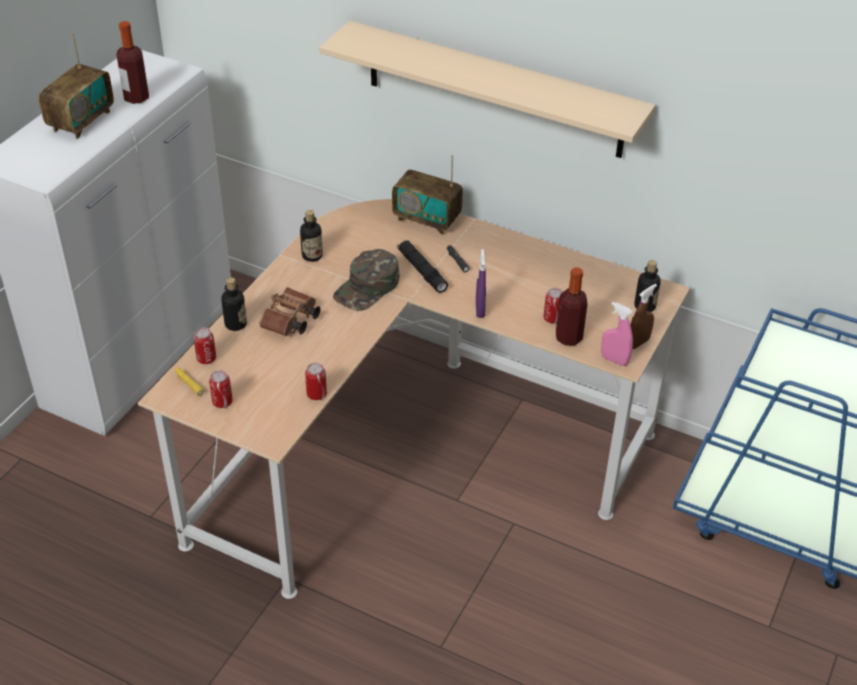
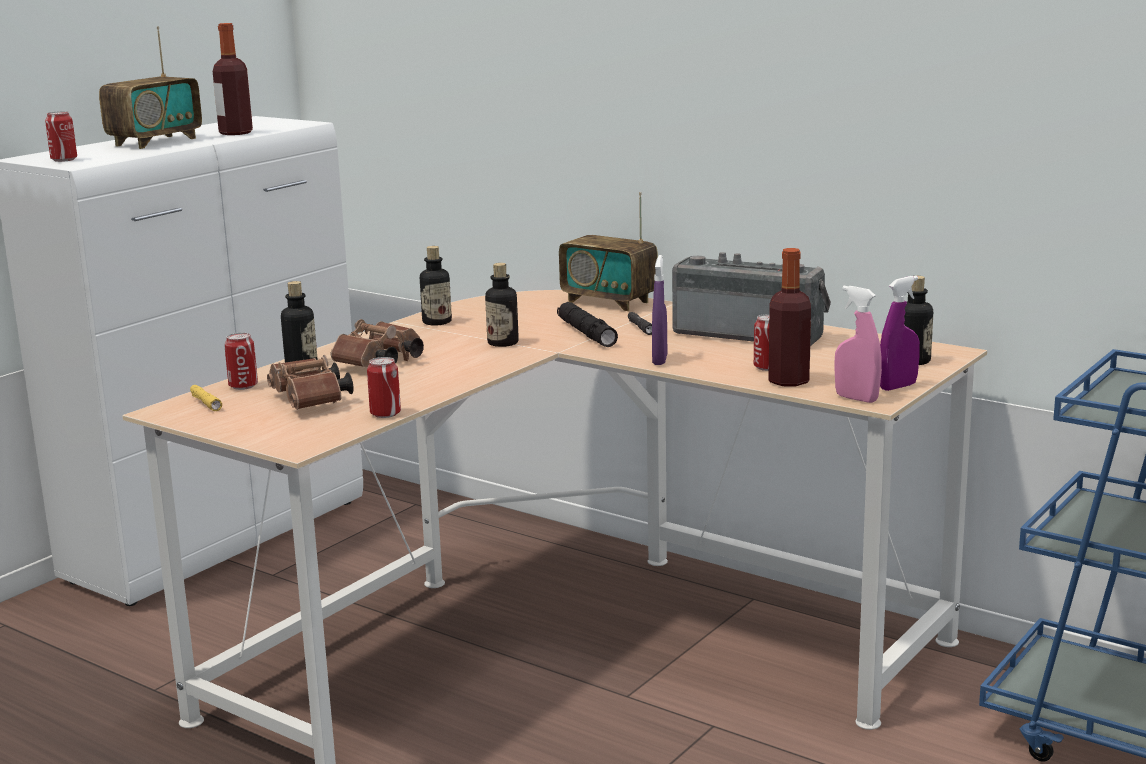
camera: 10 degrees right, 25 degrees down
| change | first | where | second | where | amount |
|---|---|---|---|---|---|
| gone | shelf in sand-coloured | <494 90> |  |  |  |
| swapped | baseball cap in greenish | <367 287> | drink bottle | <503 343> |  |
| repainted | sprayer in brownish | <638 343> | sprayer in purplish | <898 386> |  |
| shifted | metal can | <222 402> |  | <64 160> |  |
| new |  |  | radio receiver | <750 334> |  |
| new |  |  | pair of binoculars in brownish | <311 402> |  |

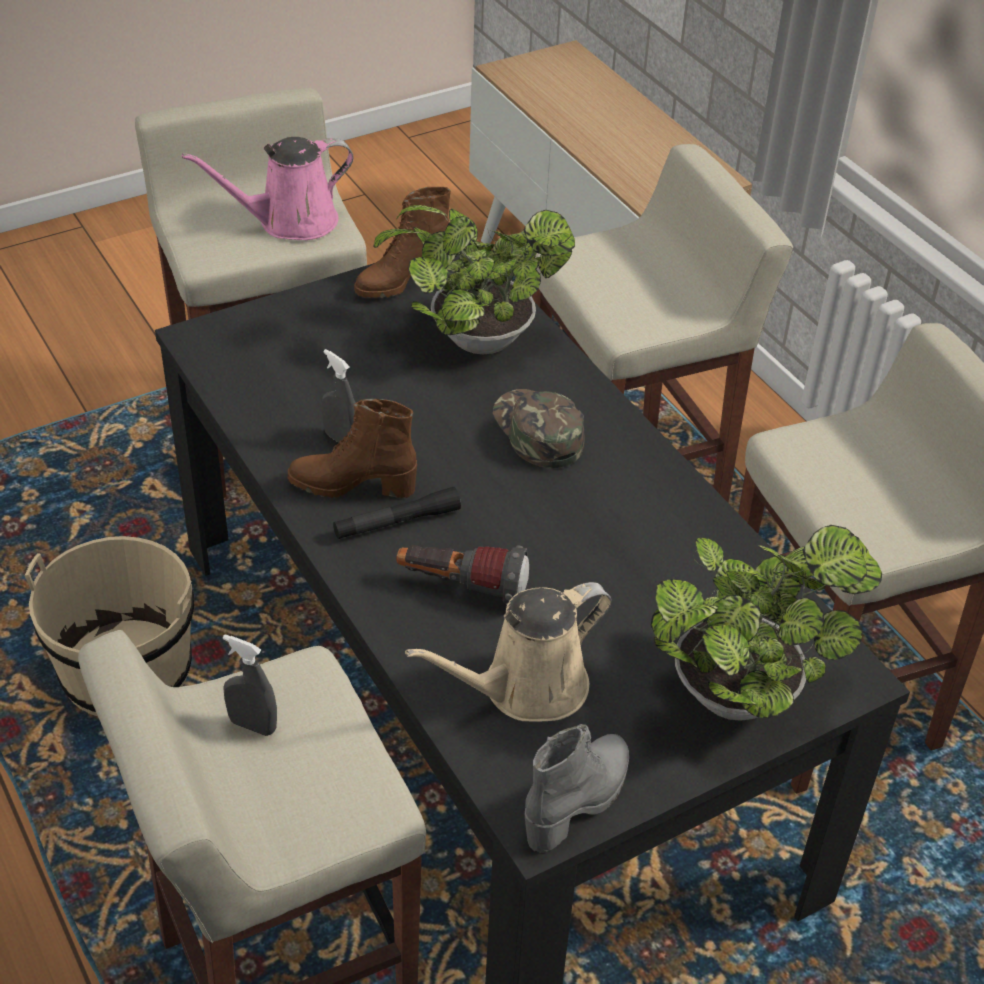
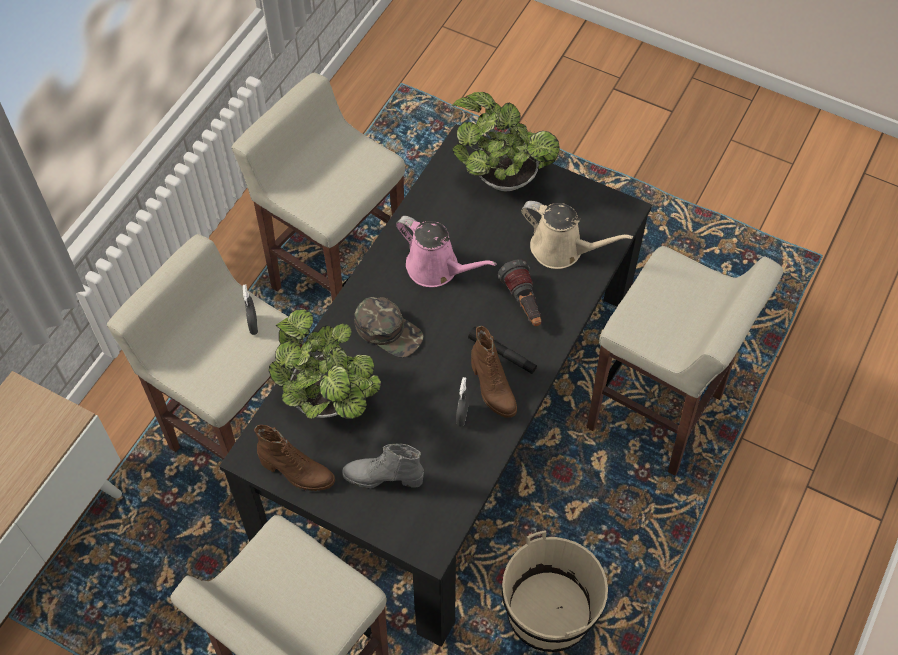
camera: 120 degrees left, 15 degrees up
| change | first | where | second | where | amount |
|---|---|---|---|---|---|
| shifted | watering can in pinkish | <290 222> |  | <437 268> |  |
| rotated | baseball cap in greenish | <537 431> |  | <388 330> | 90 degrees counterclockwise |
| shifted | sprayer in grey | <253 725> |  | <253 325> |  |
| shifted | tall boot in grey | <578 801> |  | <383 477> |  |

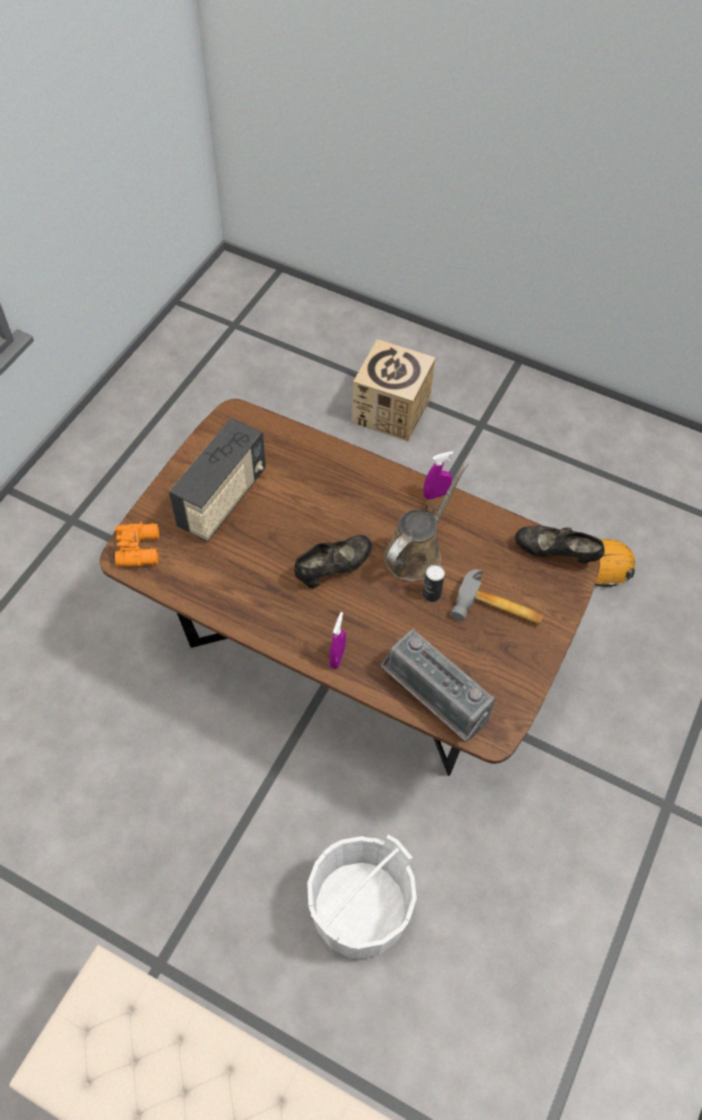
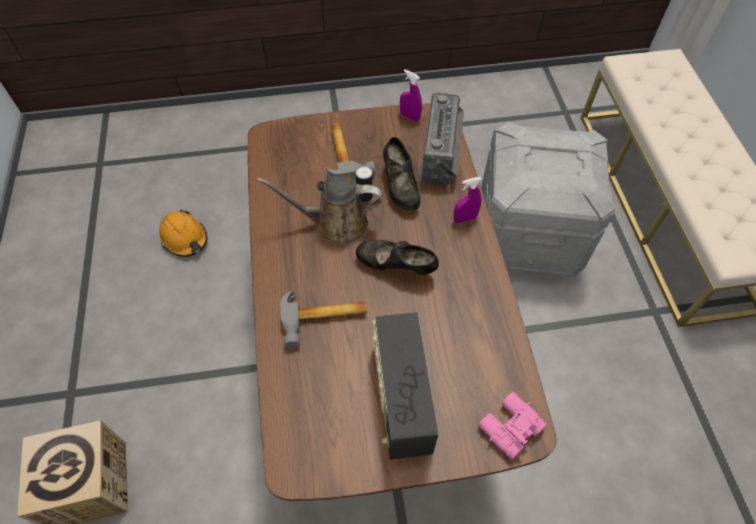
camera: 125 degrees left, 0 degrees up
| change | first | where | second | where | amount |
|---|---|---|---|---|---|
| rotated | radio receiver | <223 499> |  | <400 398> | 90 degrees counterclockwise |
| shifted | sprayer in purplish | <436 495> |  | <409 117> |  |
| repainted | pair of binoculars in orangey | <140 548> | pair of binoculars in pinkish | <508 427> |  |
| shifted | low shoe in black | <555 554> |  | <400 187> |  |
| swapped | water bucket in whitish | <359 912> | storage container in grey | <528 235> |  |
| new |  |  | tool hammer | <325 319> |  |

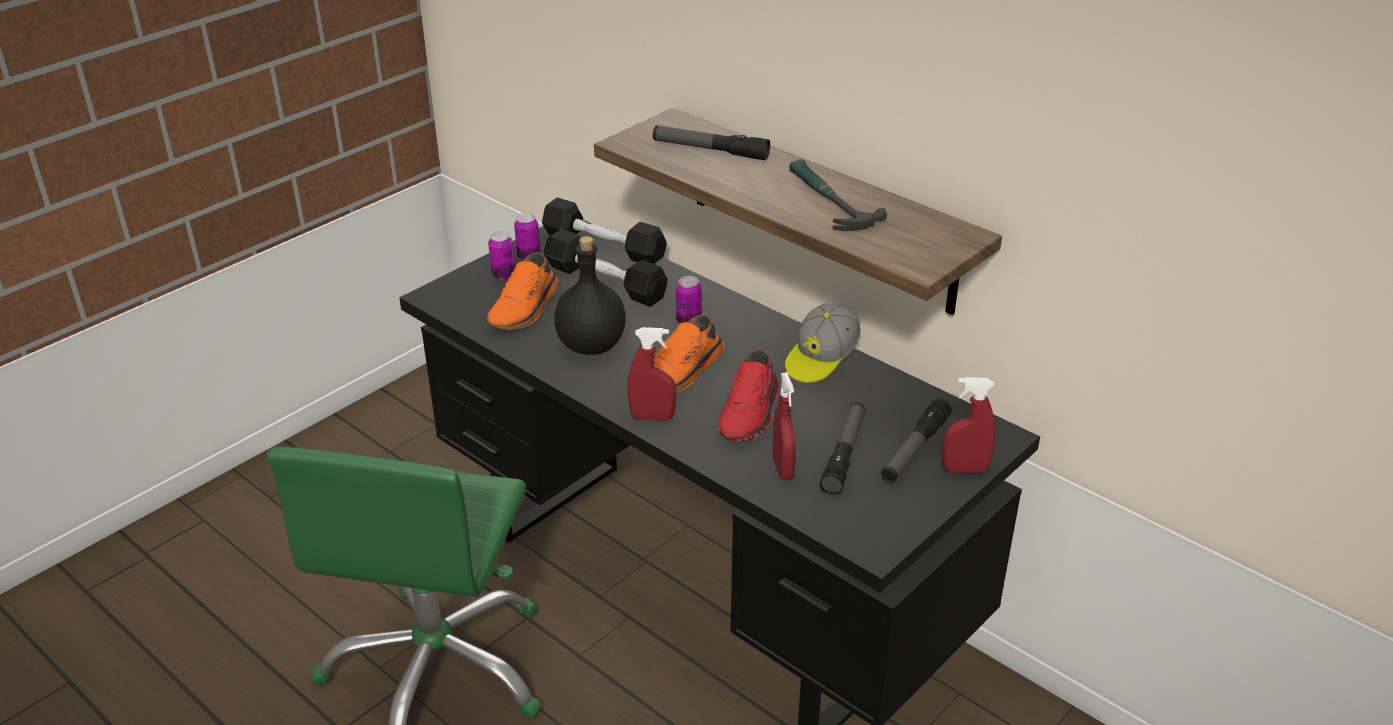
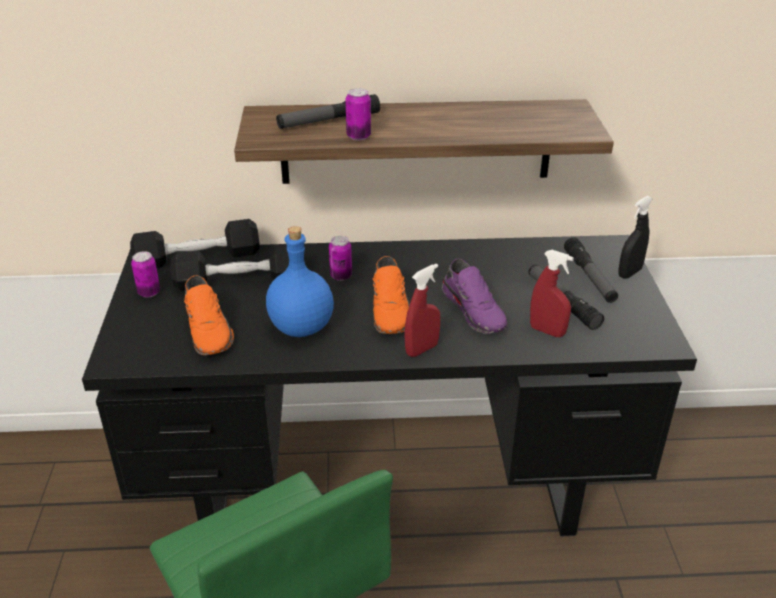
camera: 45 degrees left, 0 degrees up
| change | first | where | second | where | amount |
|---|---|---|---|---|---|
| gone | tool hammer | <827 201> |  |  |  |
| shifted | metal can | <503 275> |  | <358 136> |  |
| repainted | drink bottle in black | <592 346> | drink bottle in blue | <302 327> |  |
| gone | baseball cap | <821 358> |  |  |  |
| repainted | low shoe in red | <751 414> | low shoe in purplish | <475 310> |  |
| repainted | sprayer in red | <964 470> | sprayer in black | <629 273> |  |

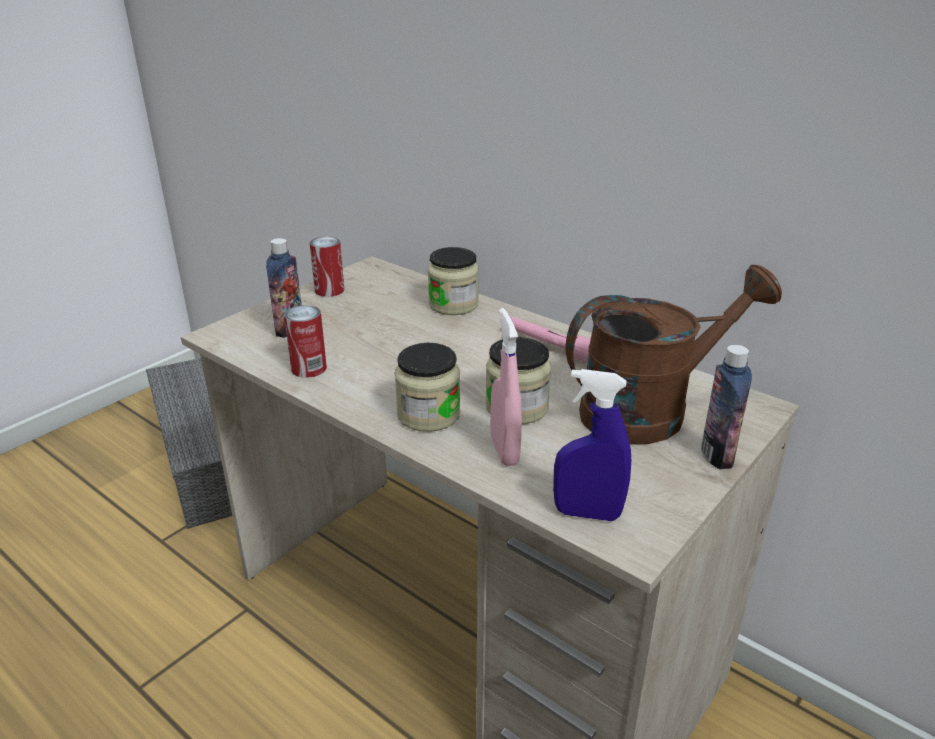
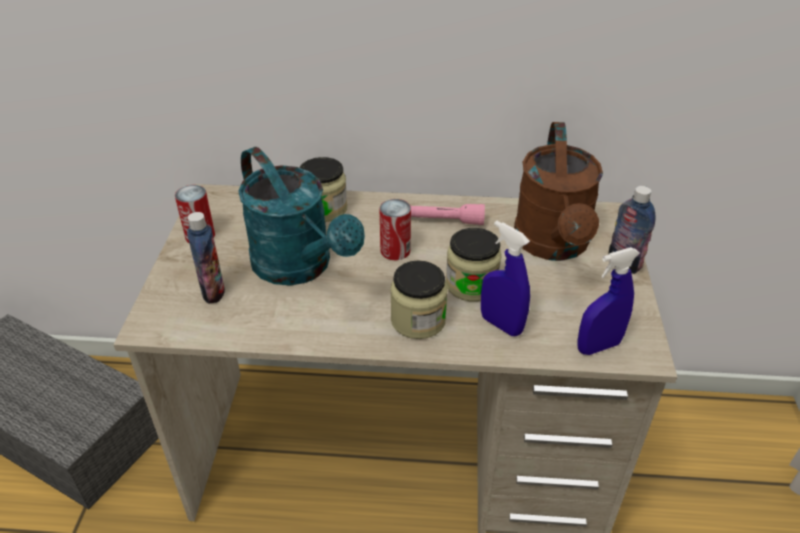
camera: 35 degrees left, 10 degrees up
| change | first | where | second | where | amount |
|---|---|---|---|---|---|
| rotated | watering can in brownish | <650 409> |  | <553 246> | 150 degrees clockwise |
| shifted | metal can | <309 368> |  | <395 250> |  |
| repainted | sprayer in pinkish | <504 451> | sprayer in blue | <501 325> |  |
| new |  |  | watering can in blue-green | <300 267> |  |

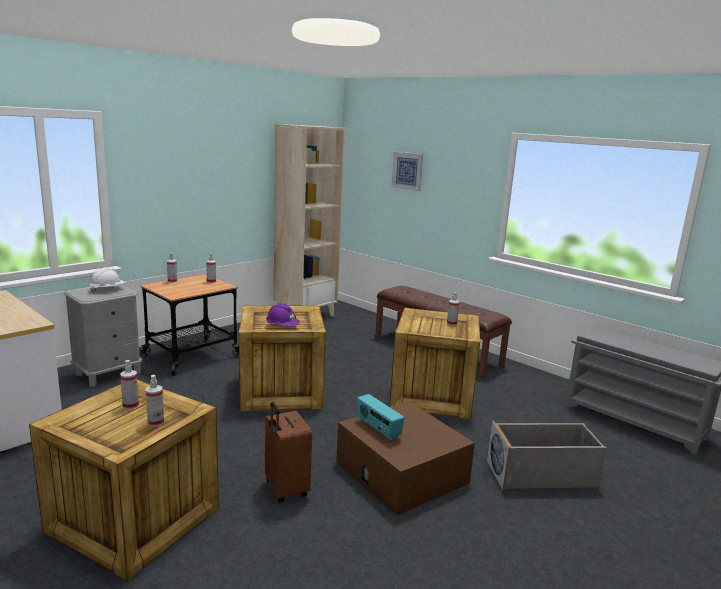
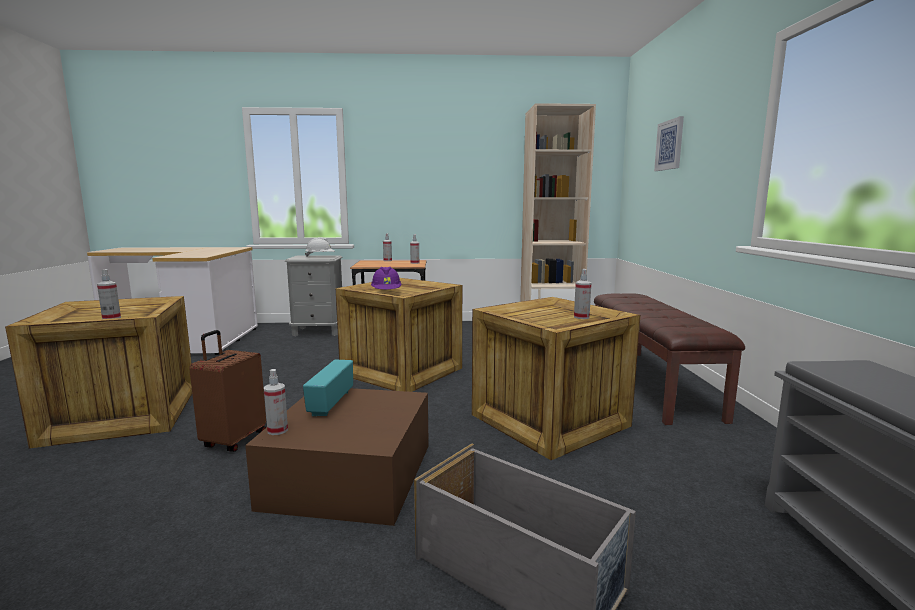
camera: 45 degrees right, 5 degrees down
| change | first | where | second | where | amount |
|---|---|---|---|---|---|
| shifted | sprayer | <130 405> |  | <277 430> |  |

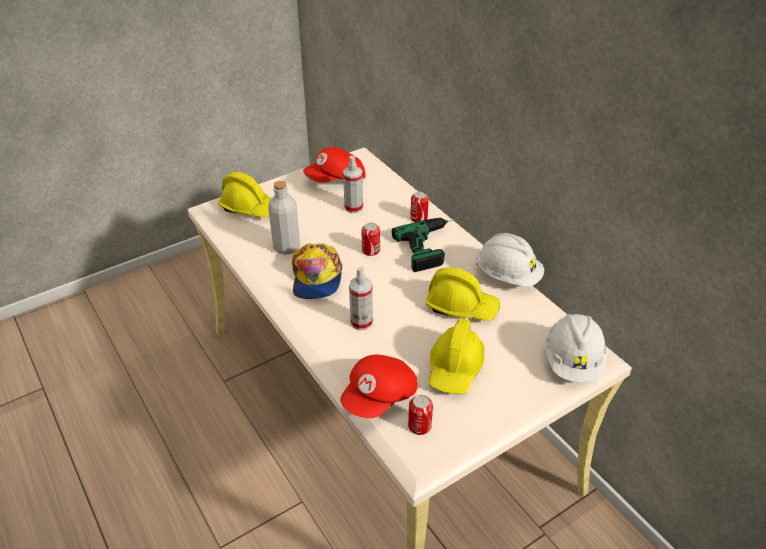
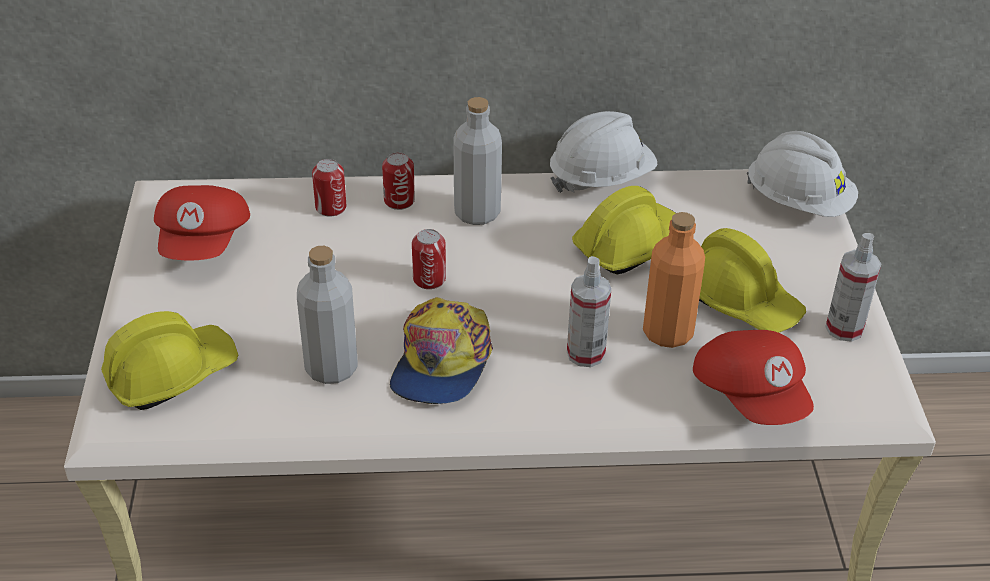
camera: 60 degrees left, 0 degrees up
| change | first | where | second | where | amount |
|---|---|---|---|---|---|
| shifted | sprayer | <353 207> |  | <844 328> |  |
| swapped | drill | <434 245> | drink bottle in grey | <477 213> |  |
| rotated | baseball cap | <316 277> |  | <441 362> | 75 degrees clockwise |
| shifted | metal can | <419 426> |  | <331 207> |  |
| new |  |  | drink bottle in orangey | <667 332> |  |

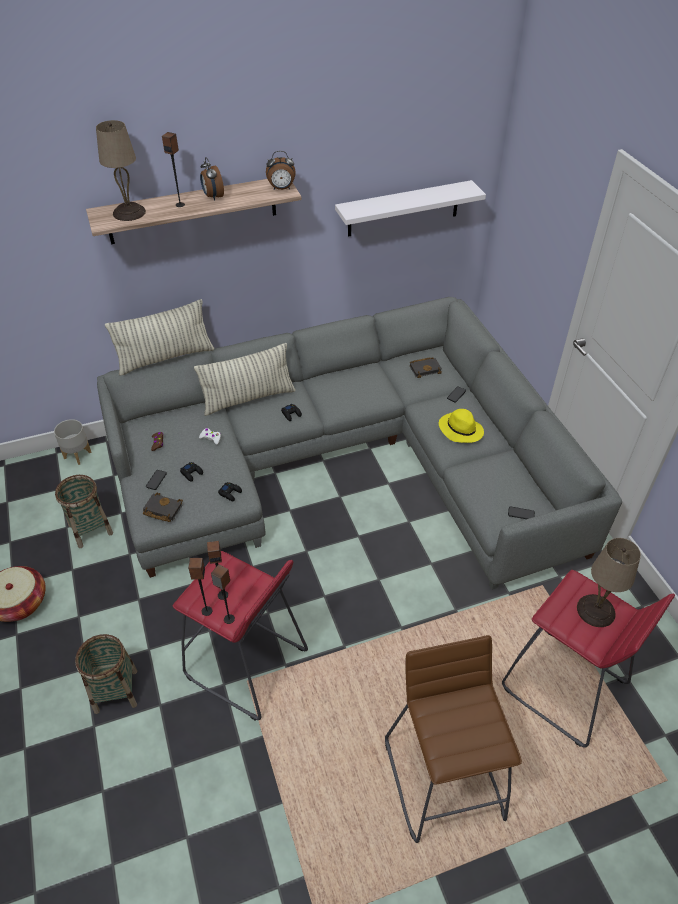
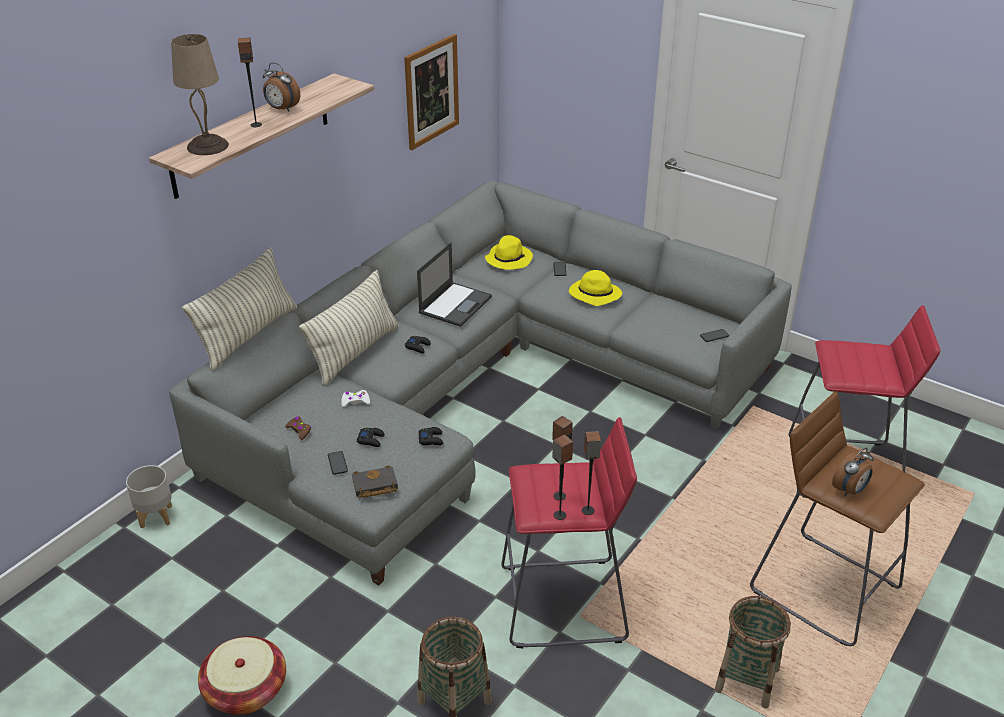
camera: 35 degrees left, 10 degrees down
| change | first | where | second | where | amount |
|---|---|---|---|---|---|
| shifted | table clock | <281 189> |  | <850 490> |  |
| swapped | shelf in whitish | <403 209> | wall picture | <431 91> |  |
| swapped | volume in black | <425 368> | hat in yellow-coloured | <508 259> |  |
| shifted | basket | <90 529> |  | <746 680> |  |
| gone | lamp for a table in sand-coloured | <596 611> |  |  |  |
| new |  |  | portable computer | <455 304> |  |

